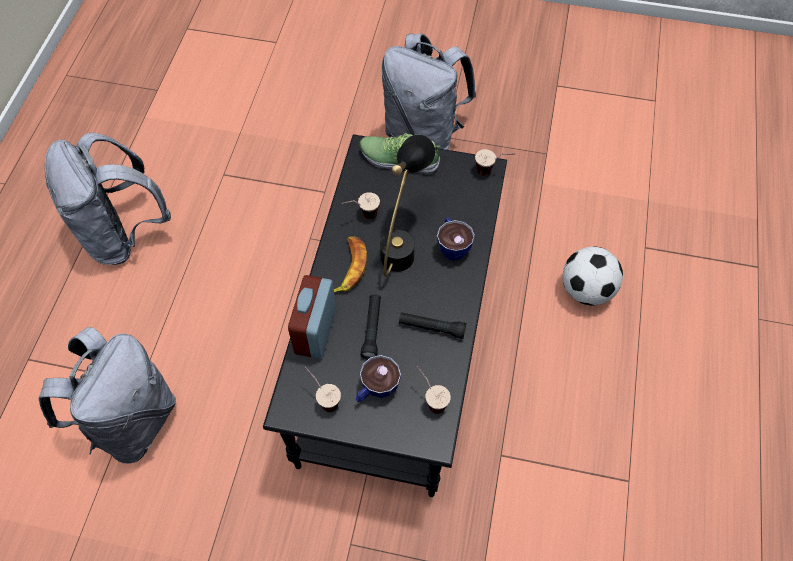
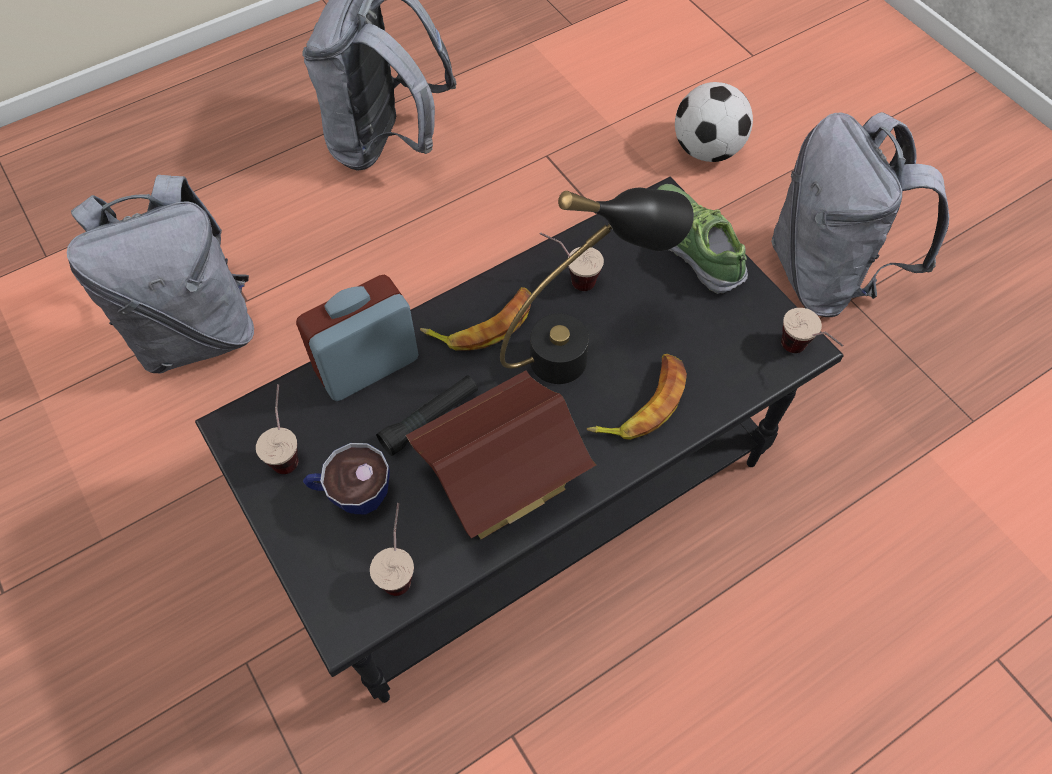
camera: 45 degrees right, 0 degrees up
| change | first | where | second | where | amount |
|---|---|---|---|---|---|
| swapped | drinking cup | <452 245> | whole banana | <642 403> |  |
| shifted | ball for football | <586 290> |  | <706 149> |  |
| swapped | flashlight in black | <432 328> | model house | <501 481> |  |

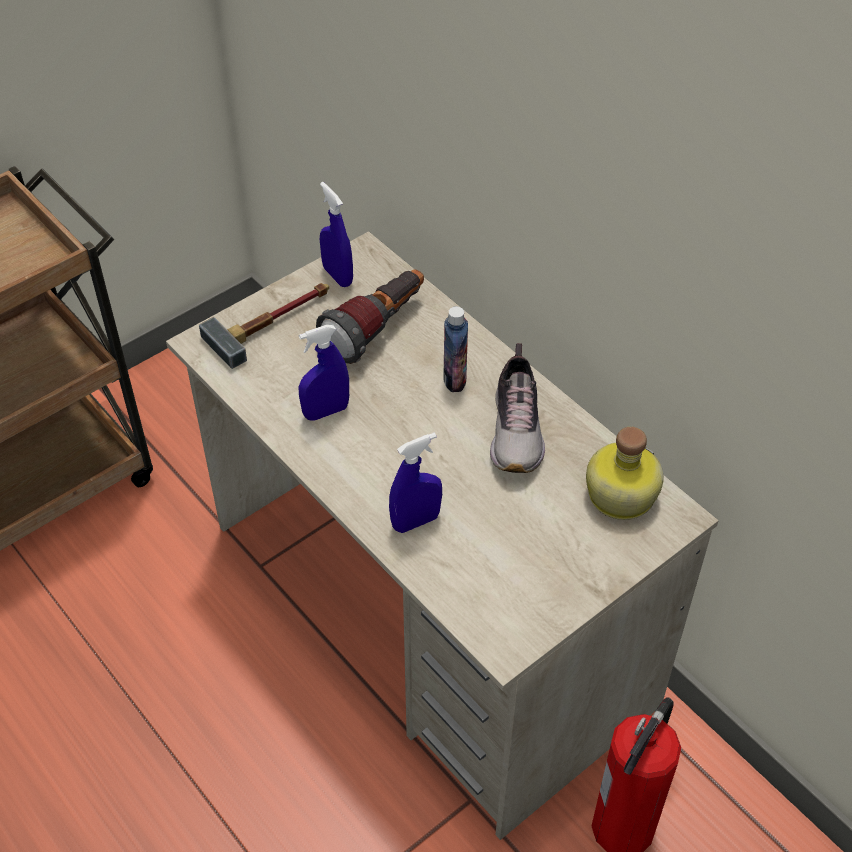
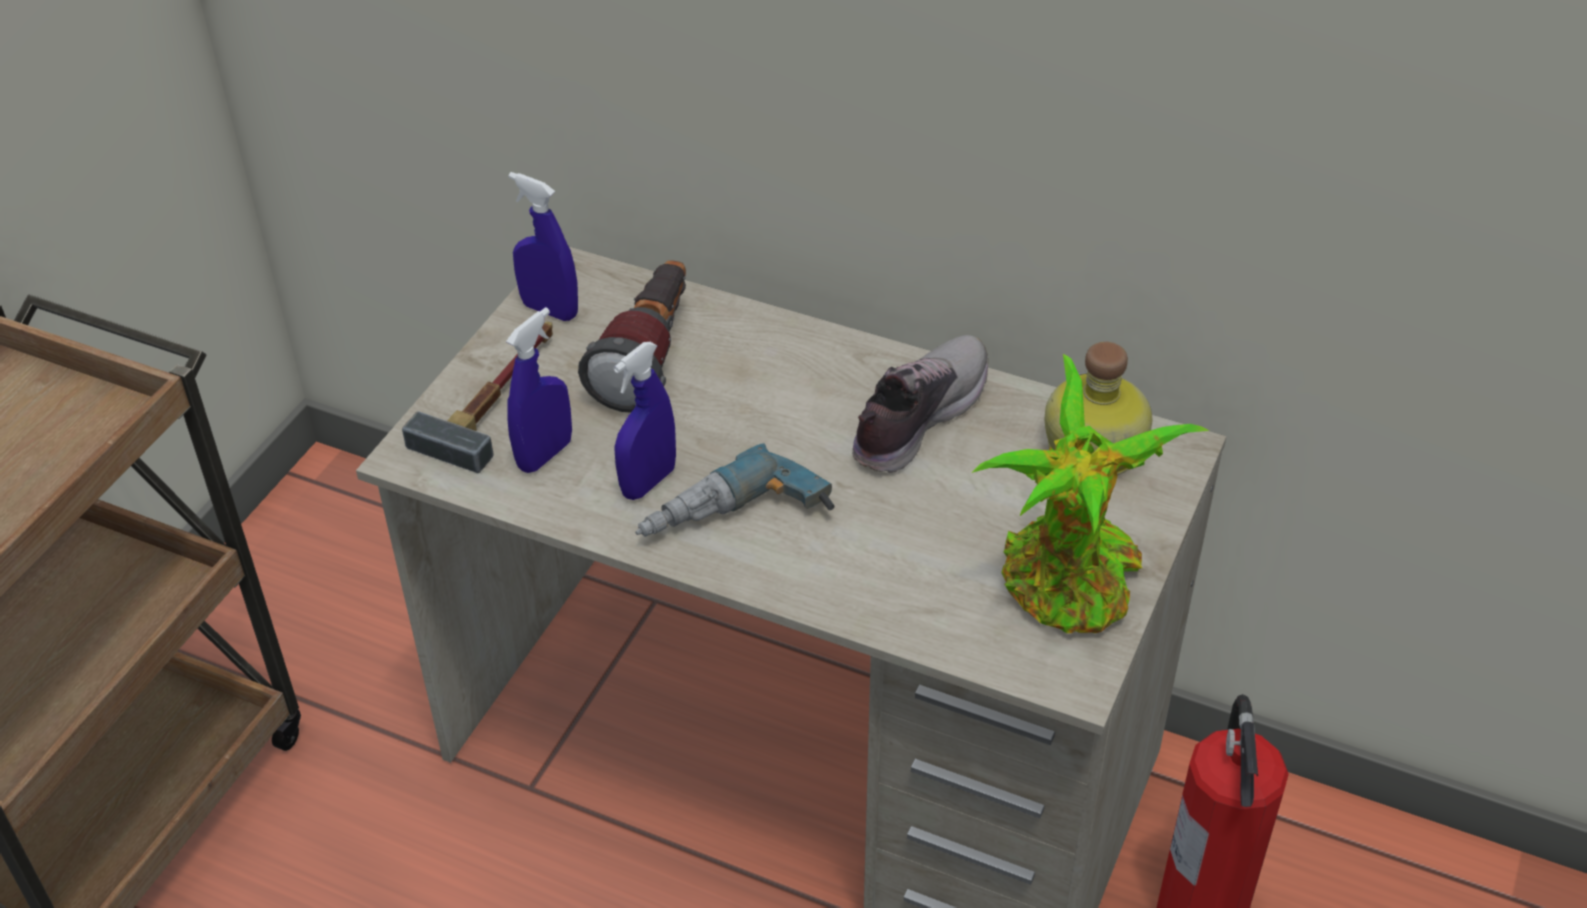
camera: 25 degrees left, 5 degrees down
| change | first | where | second | where | amount |
|---|---|---|---|---|---|
| gone | drink bottle | <454 379> |  |  |  |
| rotated | low shoe | <517 430> |  | <916 418> | 120 degrees counterclockwise |
| shifted | sprayer in blue | <416 521> |  | <545 455> |  |
| new |  |  | potted plant | <1069 589> |  |
| new |  |  | drill | <736 526> |  |

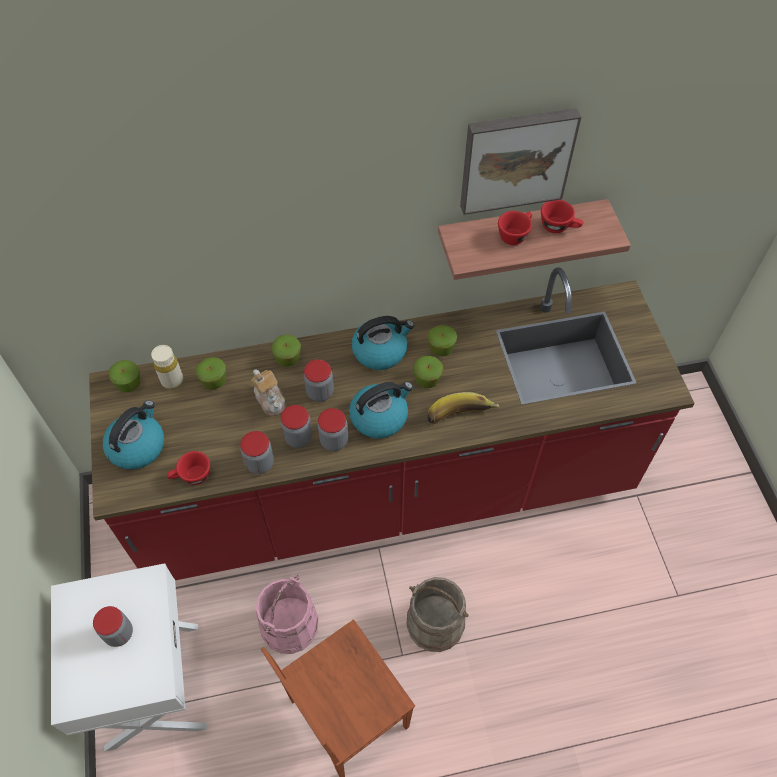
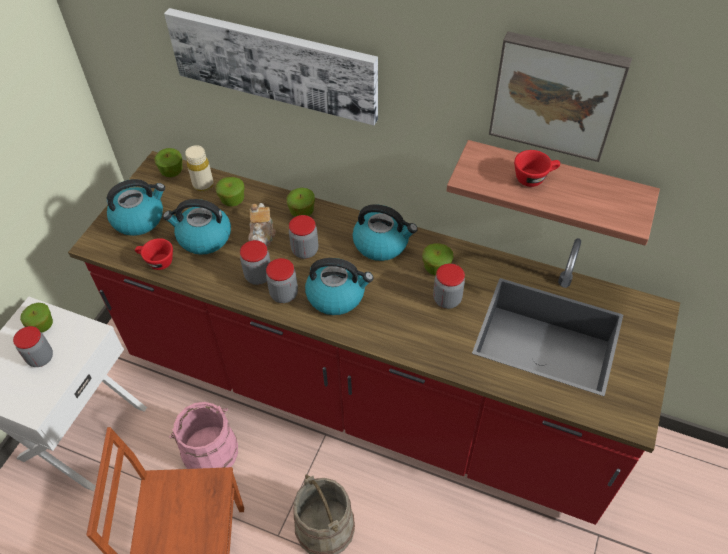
camera: 35 degrees right, 5 degrees down
| change | first | where | second | where | amount |
|---|---|---|---|---|---|
| gone | drinking cup in red | <559 227> |  |  |  |
| shifted | apple fruit | <427 379> |  | <42 325> |  |
| gone | whole banana | <460 418> |  |  |  |
| shifted | storage jar | <260 463> |  | <447 299> |  |
| new |  |  | wall picture | <274 63> |  |
| new |  |  | water kettle | <203 238> |  |

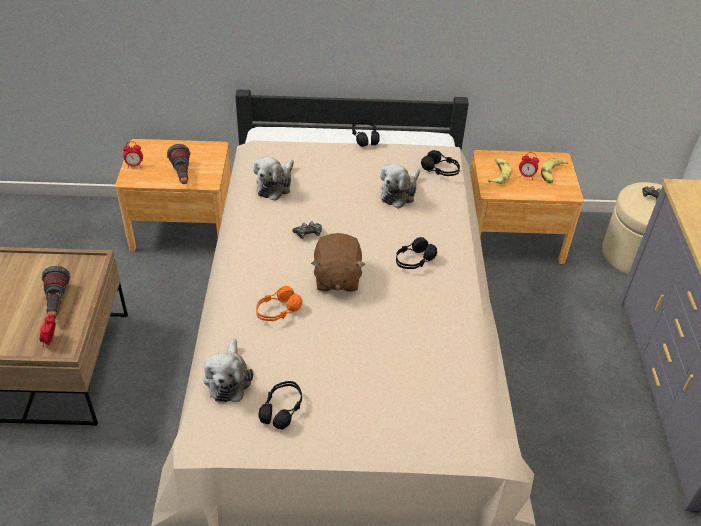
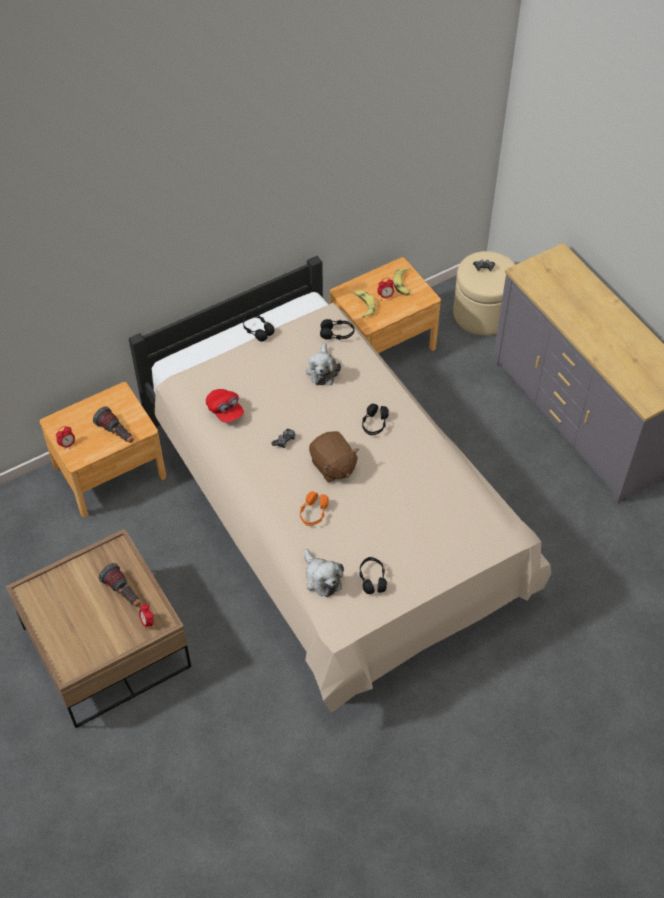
camera: 30 degrees left, 10 degrees up
| change | first | where | second | where | amount |
|---|---|---|---|---|---|
| swapped | soft toy | <275 185> | baseball cap in red | <225 411> |  |

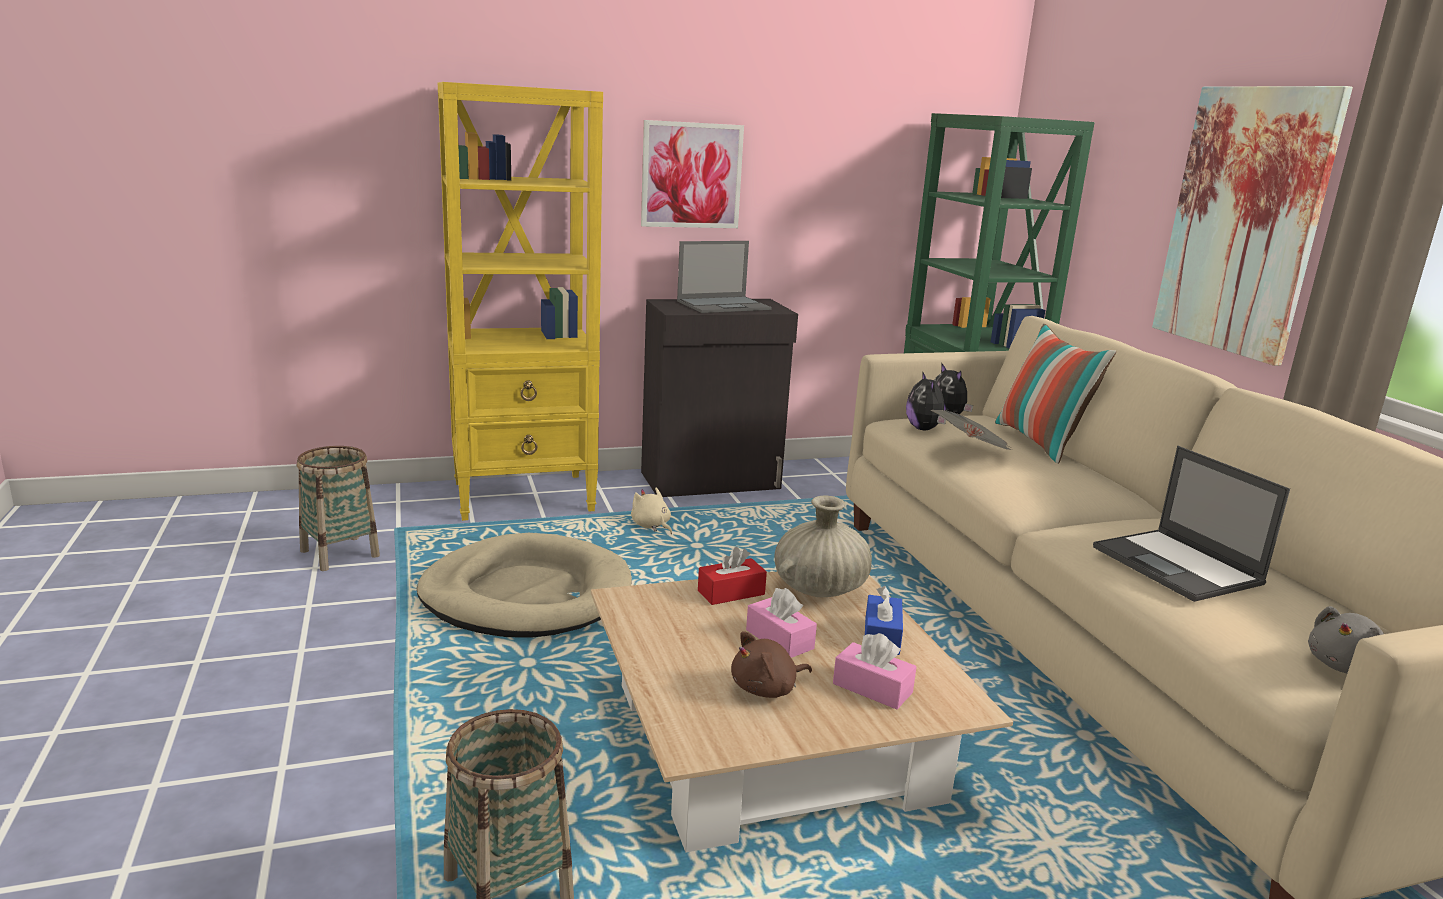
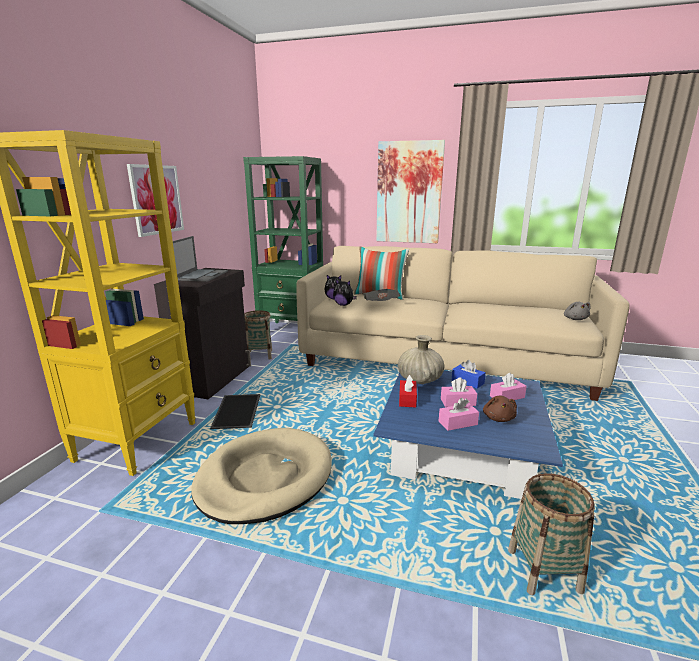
camera: 55 degrees left, 0 degrees up
| change | first | where | second | where | amount |
|---|---|---|---|---|---|
| shifted | basket | <340 553> |  | <259 355> |  |
| gone | portable computer | <1178 566> |  |  |  |
| swapped | soft toy in sand-coloured | <651 526> | carrying tray | <238 412> |  |
| repainted | lounge table in sand-coloured | <775 743> | lounge table in blue | <462 449> |  |
| new |  |  | box of tissues in pinkish | <458 423> |  |

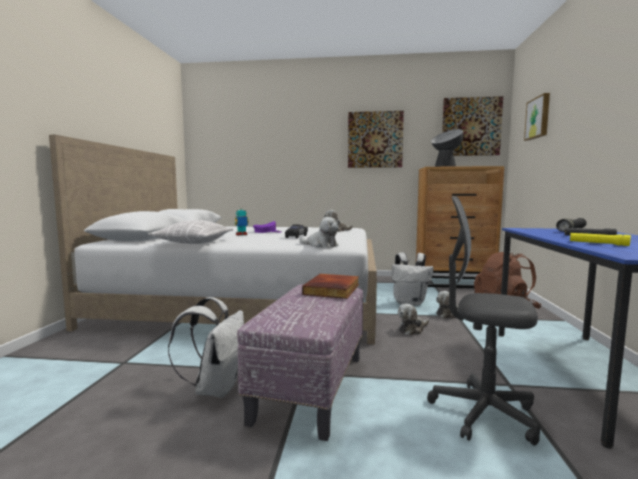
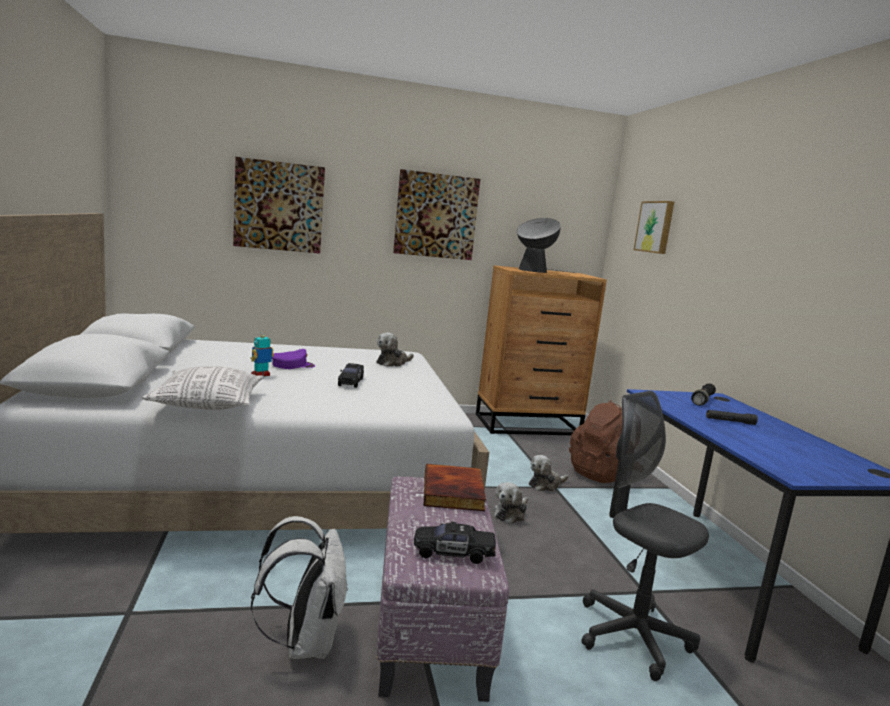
camera: 20 degrees left, 5 degrees up
| change | first | where | second | where | amount |
|---|---|---|---|---|---|
| shifted | wall picture | <471 127> |  | <279 206> |  |
| rotated | computer chair in grey | <483 413> |  | <632 636> | 45 degrees clockwise |
| gone | soft toy | <321 245> |  |  |  |
| gone | flashlight in yellow-coloured | <598 243> |  |  |  |
| gone | knapsack in whitish | <410 303> |  |  |  |
| new |  |  | toy car in black | <453 553> |  |

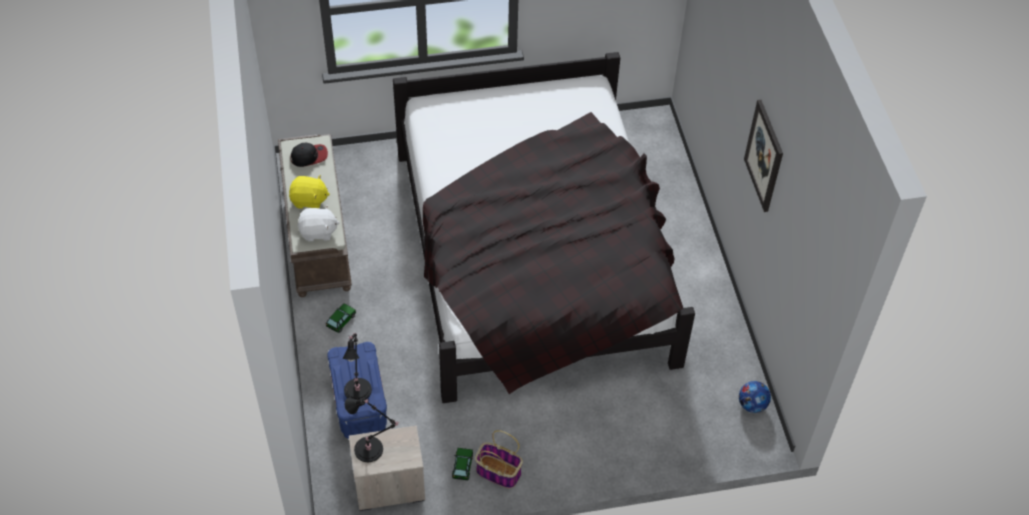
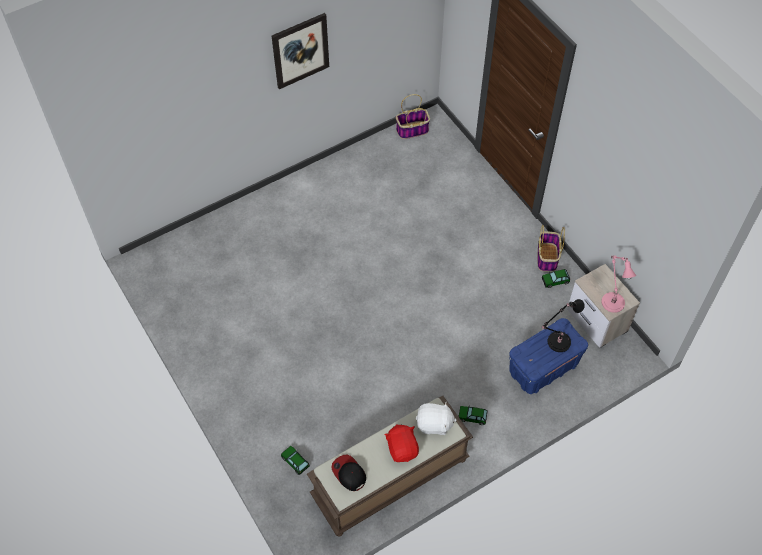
camera: 110 degrees left, 5 degrees up
| change | first | where | second | where | amount |
|---|---|---|---|---|---|
| gone | bedroom bed in black | <535 257> |  |  |  |
| repainted | soft toy in yellow-coloured | <309 200> | soft toy in red | <402 448> |  |
| rotated | soft toy in whitish | <318 232> |  | <434 424> | 120 degrees clockwise |
| swapped | ball for football | <752 405> | basket | <412 130> |  |
| repainted | lamp for a table in black | <371 450> | lamp for a table in pinkish | <612 300> |  |
| new |  |  | toy car | <295 461> |  |

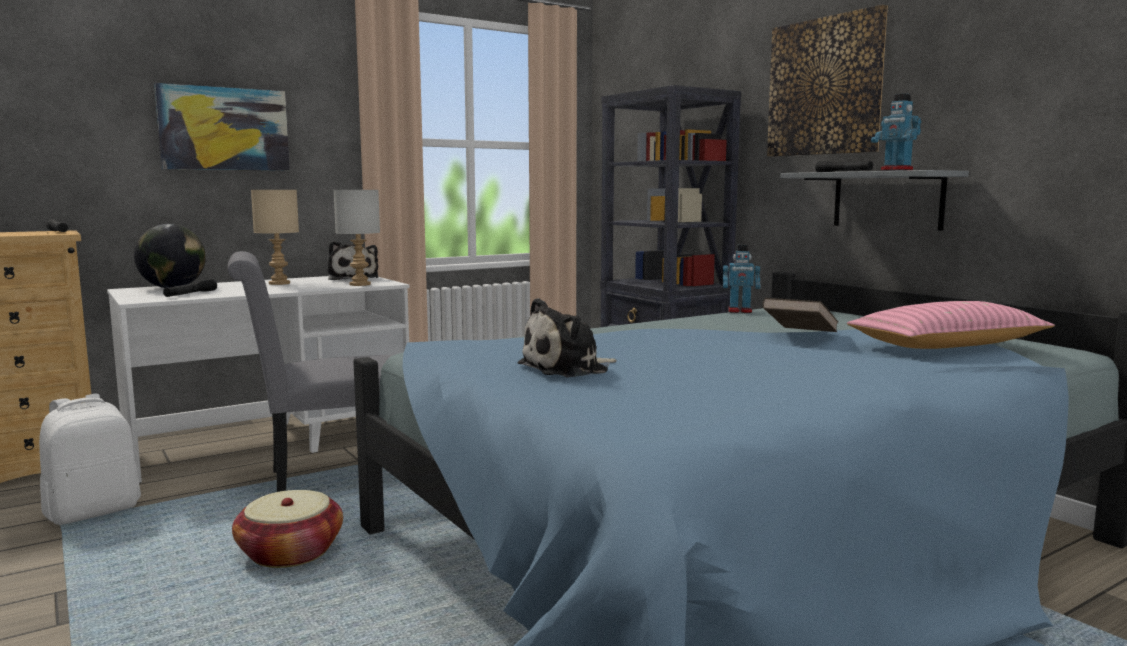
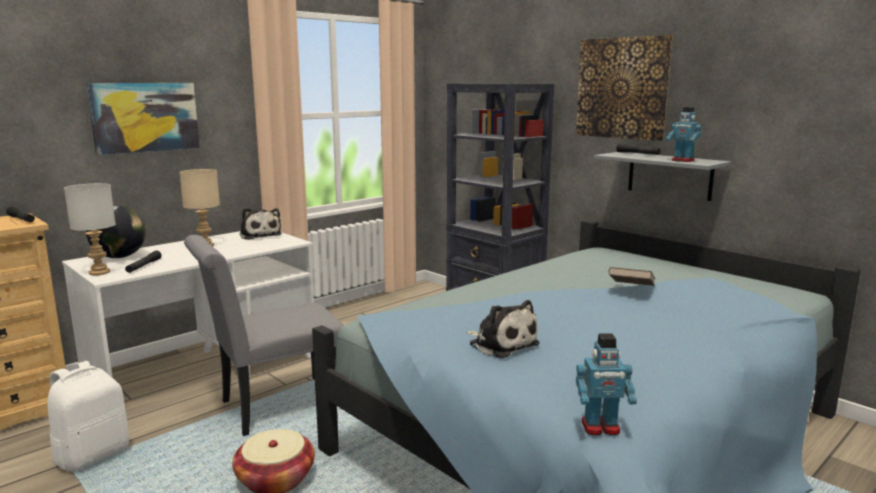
camera: 10 degrees left, 5 degrees up
| change | first | where | second | where | amount |
|---|---|---|---|---|---|
| shifted | lamp for a table in grey | <360 284> |  | <99 272> |  |
| shifted | model robot | <739 311> |  | <601 428> |  |
| rotated | soft toy | <568 368> |  | <501 344> | 90 degrees counterclockwise |
| gone | pillow in pinkish | <947 345> |  |  |  |

